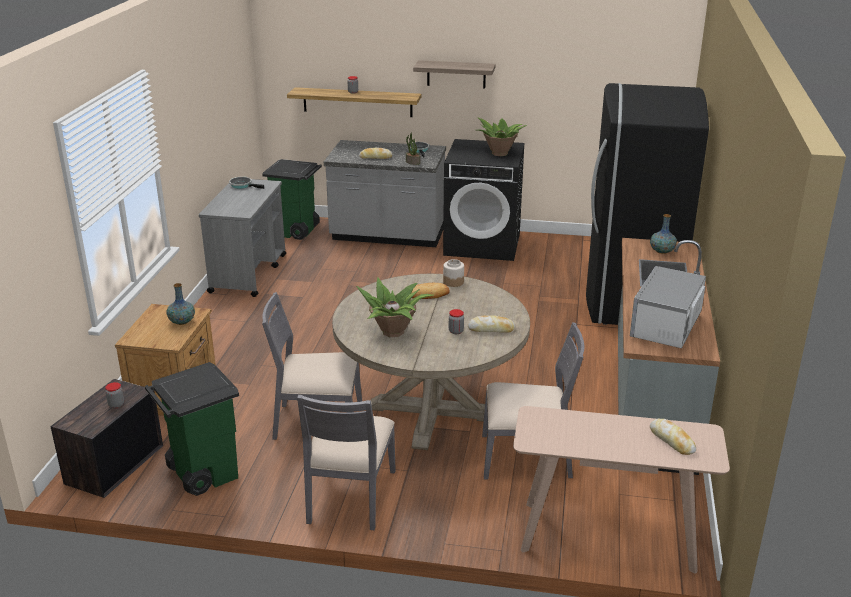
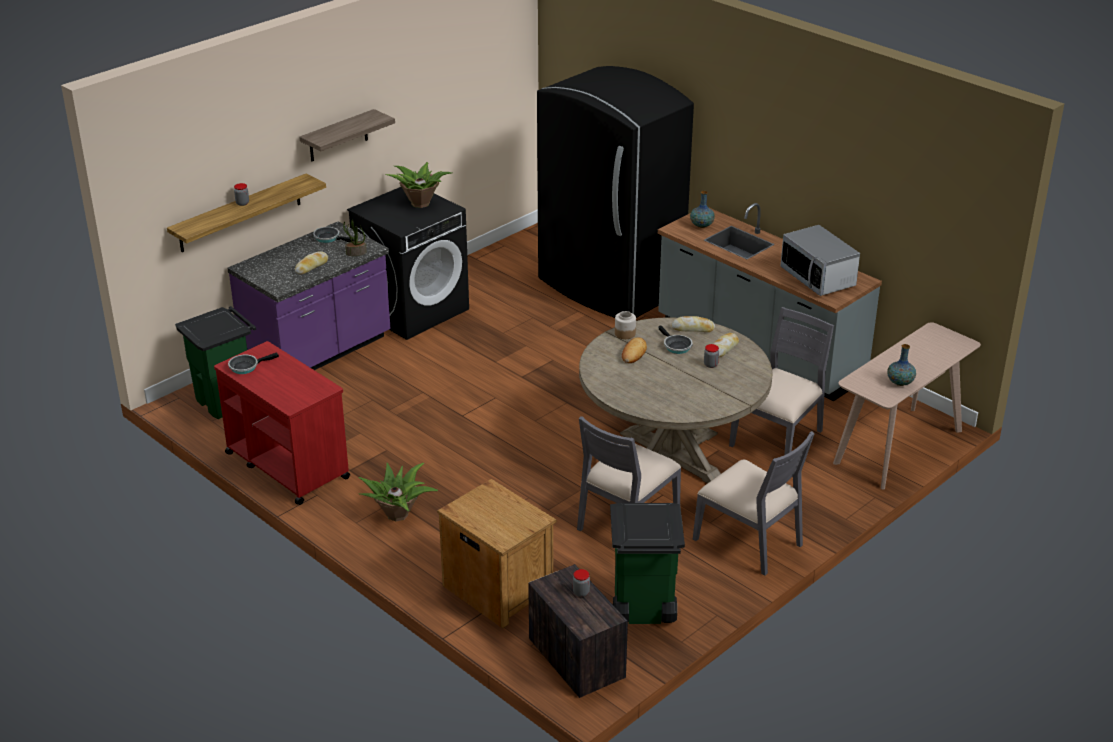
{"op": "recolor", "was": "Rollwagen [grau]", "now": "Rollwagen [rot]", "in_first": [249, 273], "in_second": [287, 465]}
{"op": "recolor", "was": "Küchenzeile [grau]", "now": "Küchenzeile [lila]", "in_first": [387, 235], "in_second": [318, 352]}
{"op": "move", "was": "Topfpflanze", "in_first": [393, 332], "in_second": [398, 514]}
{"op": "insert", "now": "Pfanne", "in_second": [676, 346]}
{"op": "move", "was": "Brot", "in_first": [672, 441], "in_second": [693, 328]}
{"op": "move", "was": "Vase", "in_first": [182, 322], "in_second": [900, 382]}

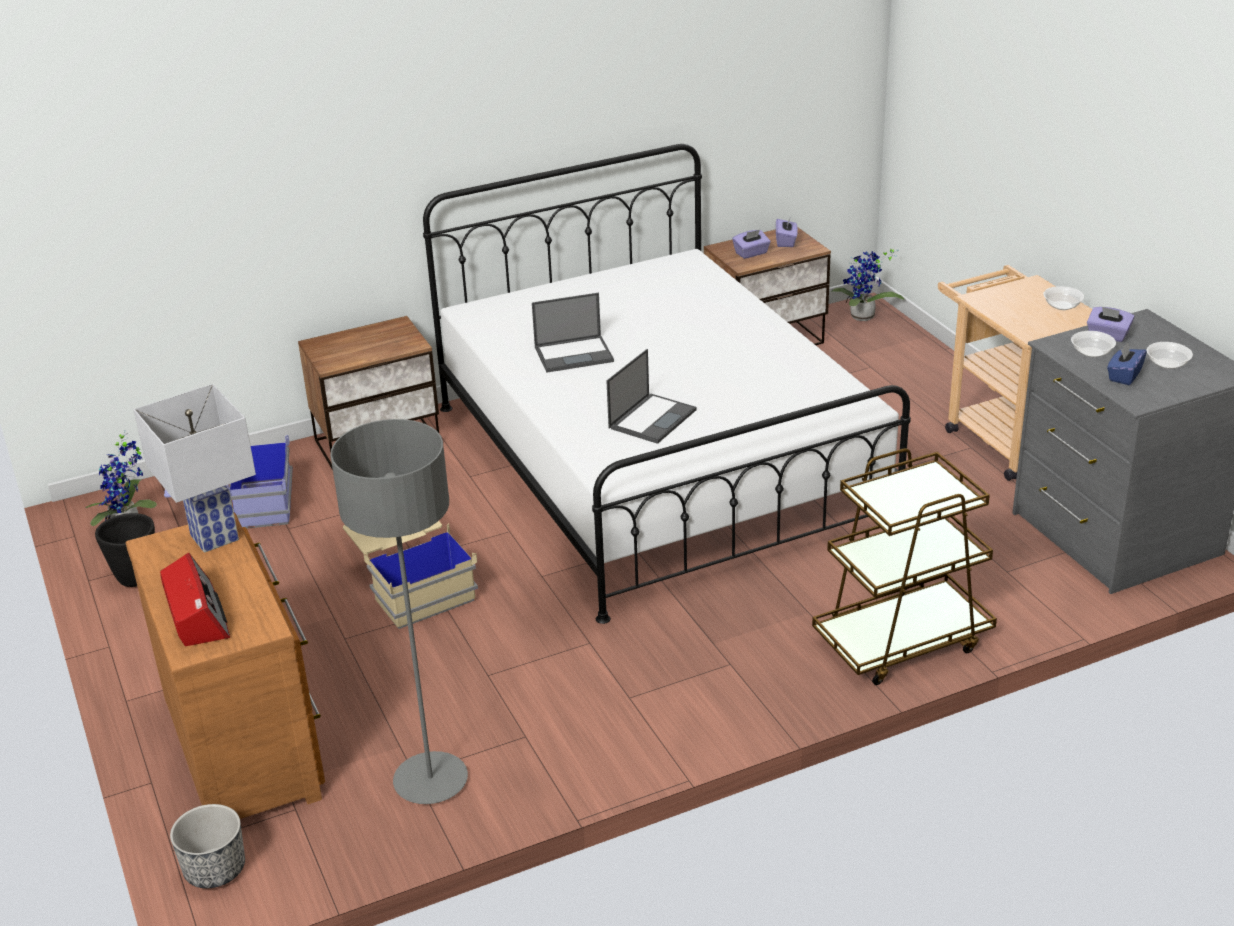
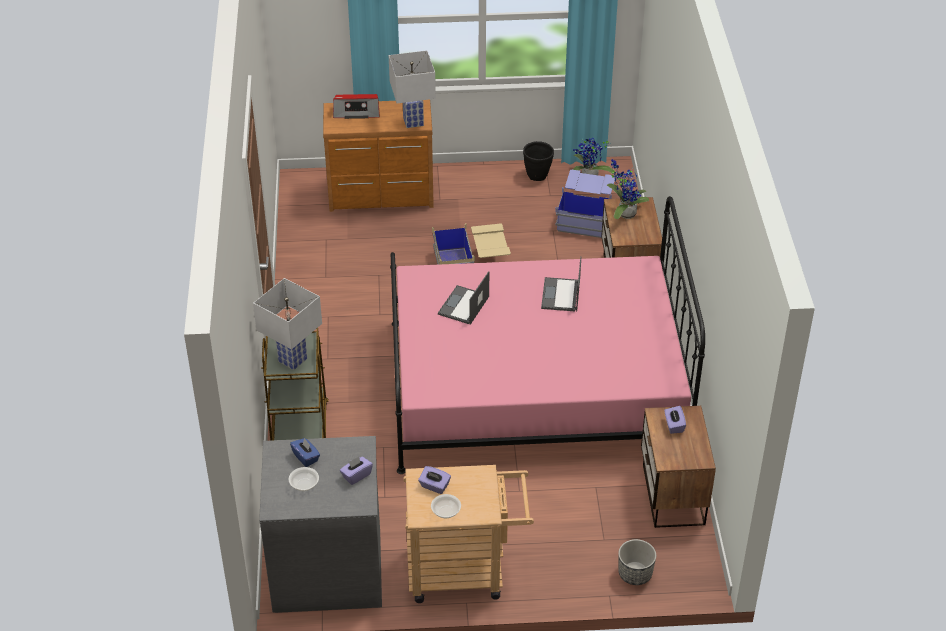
{"op": "insert", "now": "Tischlampe [weiß]", "in_second": [293, 359]}
{"op": "recolor", "was": "Bett [weiß]", "now": "Bett [rosa]", "in_first": [657, 464], "in_second": [535, 387]}
{"op": "move", "was": "Taschentuchbox [lila]", "in_first": [786, 241], "in_second": [434, 486]}
{"op": "rotate", "was": "Laptop", "in_first": [652, 418], "in_second": [463, 306], "clockwise": 60}
{"op": "move", "was": "Topfpflanze", "in_first": [862, 318], "in_second": [624, 213]}
{"op": "move", "was": "Pflanzkübel", "in_first": [215, 869], "in_second": [635, 574]}
{"op": "delete", "was": "Stehlampe [grau]", "in_first": [430, 781]}
{"op": "delete", "was": "Schüssel", "in_first": [1091, 353]}

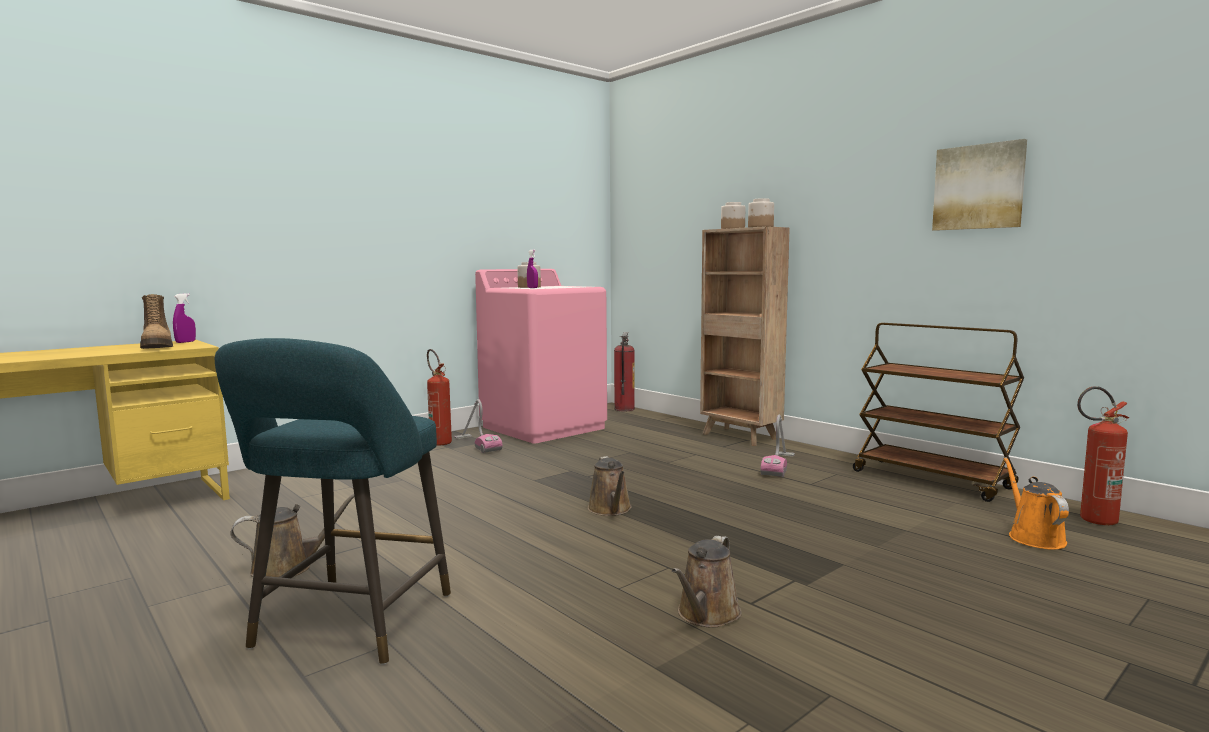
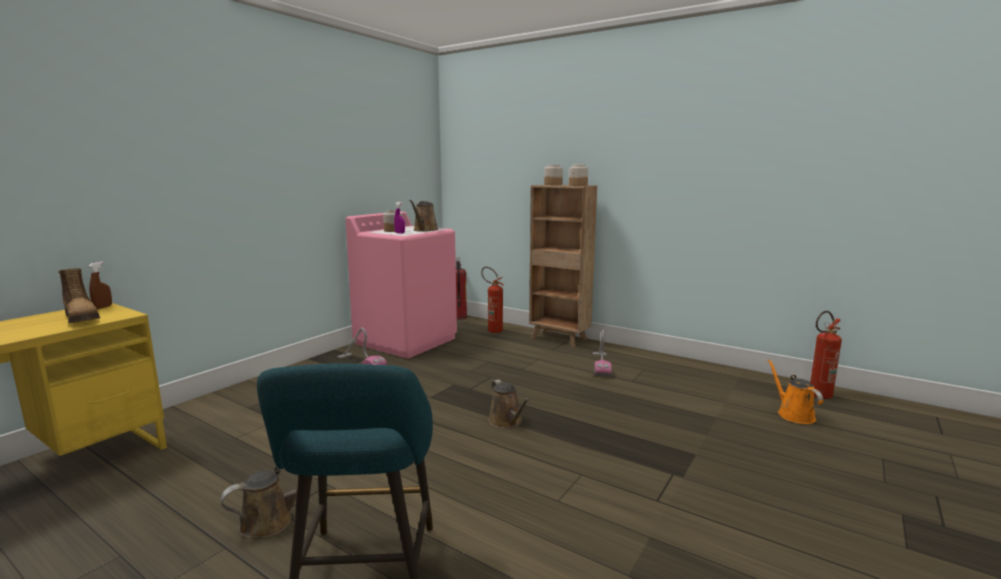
{"op": "recolor", "was": "Sprühflasche [lila]", "now": "Sprühflasche [braun]", "in_first": [185, 342], "in_second": [103, 307]}
{"op": "move", "was": "Gießkanne [braun]", "in_first": [706, 615], "in_second": [424, 230]}
{"op": "move", "was": "Feuerlöscher", "in_first": [438, 442], "in_second": [492, 330]}
{"op": "delete", "was": "Rollwagen [braun]", "in_first": [932, 480]}
{"op": "delete", "was": "Bild", "in_first": [979, 187]}

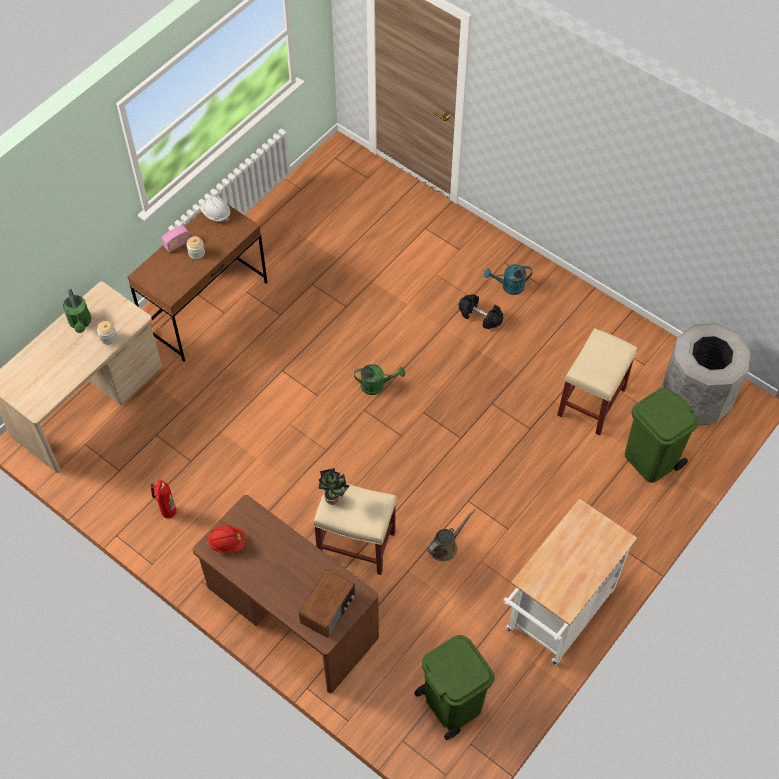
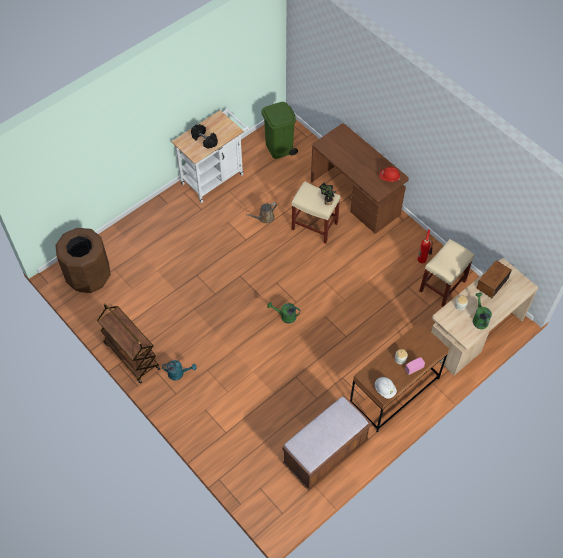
{"op": "recolor", "was": "Mülleimer [grau]", "now": "Mülleimer [braun]", "in_first": [694, 400], "in_second": [89, 277]}
{"op": "insert", "now": "Rollwagen [braun]", "in_second": [131, 356]}
{"op": "move", "was": "Hantel [schwarz]", "in_first": [480, 316], "in_second": [205, 140]}
{"op": "insert", "now": "Bank [braun]", "in_second": [325, 453]}
{"op": "move", "was": "Hocker [beige]", "in_first": [591, 403], "in_second": [442, 285]}
{"op": "move", "was": "Radio", "in_first": [329, 609], "in_second": [491, 283]}
{"op": "delete", "was": "Mülleimer [grün]", "in_first": [651, 460]}

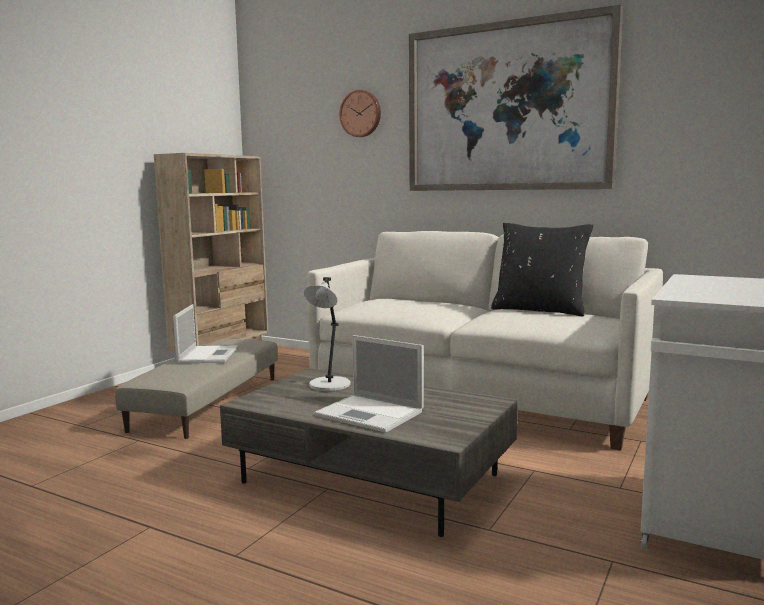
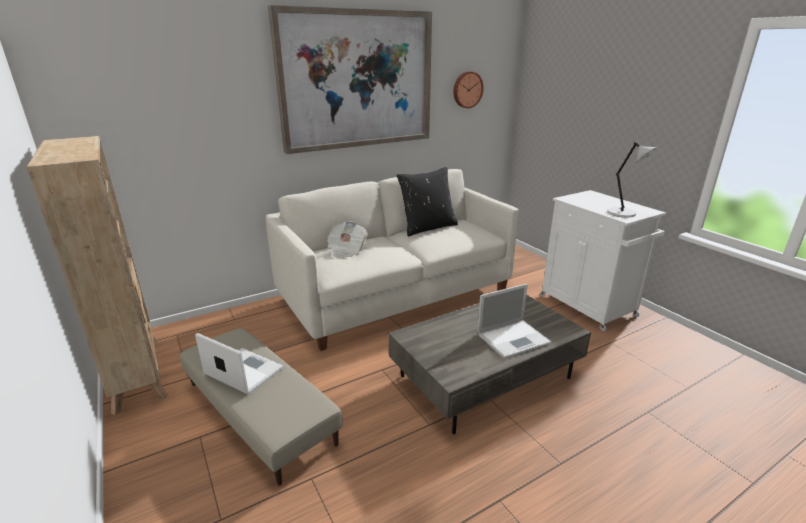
{"op": "insert", "now": "Zeitung", "in_second": [346, 251]}
{"op": "move", "was": "Wanduhr", "in_first": [361, 114], "in_second": [467, 89]}
{"op": "move", "was": "Tischlampe [grau]", "in_first": [329, 386], "in_second": [623, 213]}

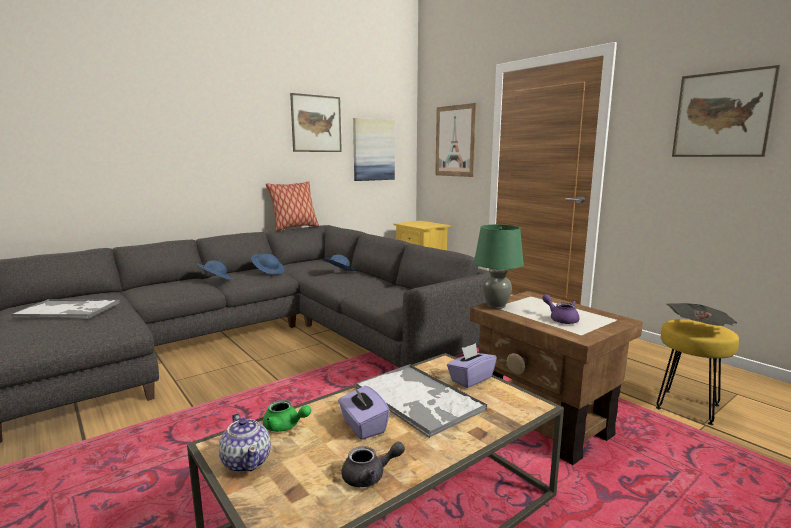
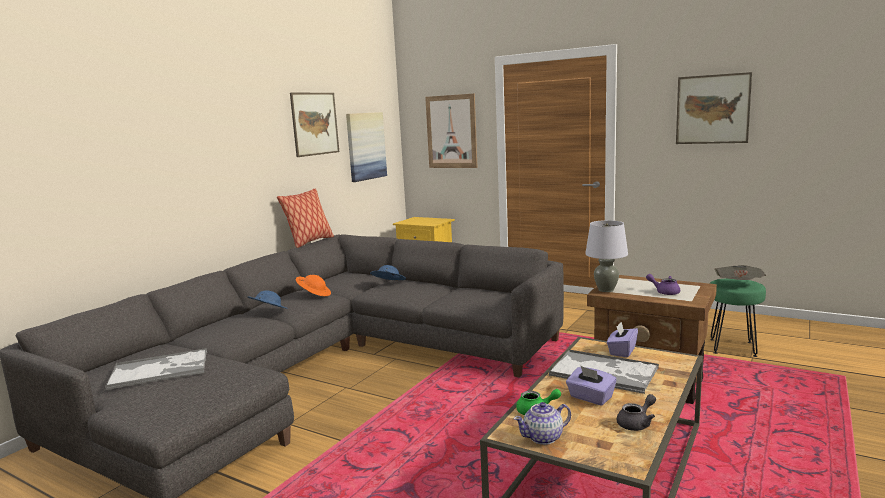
{"op": "recolor", "was": "Hut [blau]", "now": "Hut [orange]", "in_first": [268, 272], "in_second": [314, 295]}
{"op": "rotate", "was": "Teekanne", "in_first": [246, 461], "in_second": [543, 437], "clockwise": 120}
{"op": "recolor", "was": "Tischlampe [grün]", "now": "Tischlampe [grau]", "in_first": [496, 306], "in_second": [605, 290]}
{"op": "recolor", "was": "Hocker [gelb]", "now": "Hocker [grün]", "in_first": [688, 406], "in_second": [733, 347]}

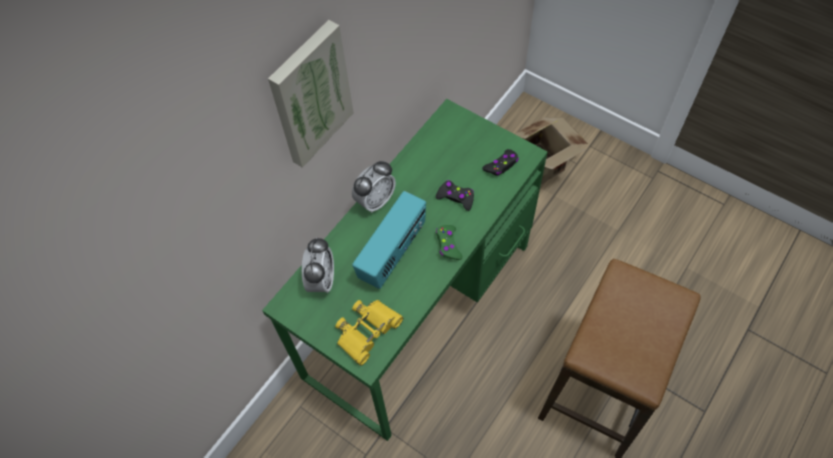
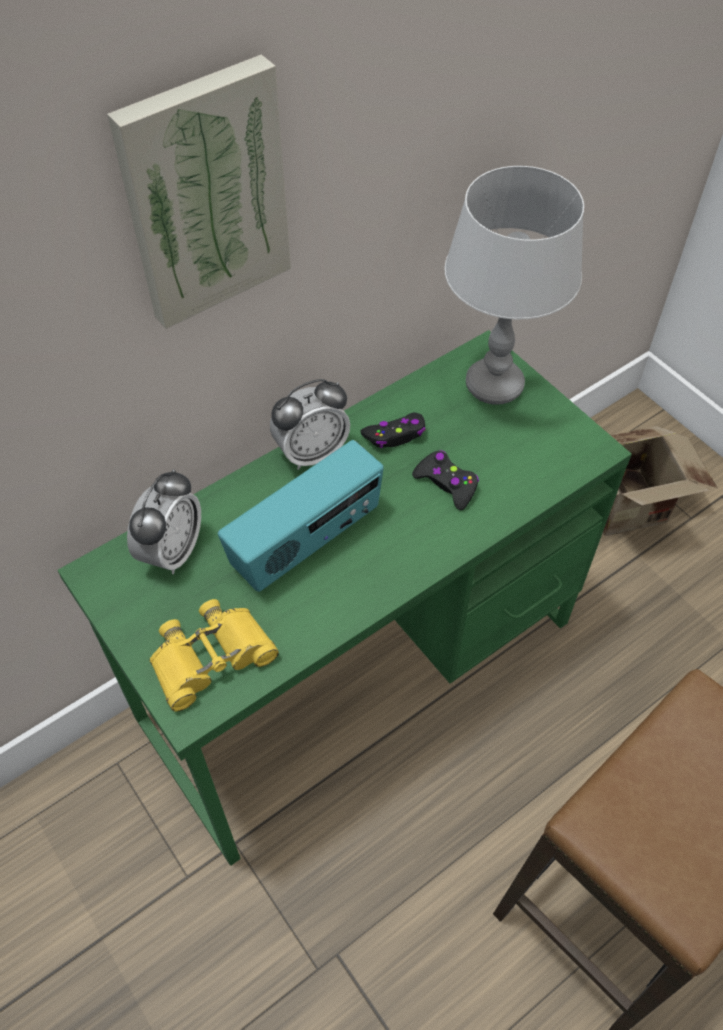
{"op": "move", "was": "Gamepad [schwarz]", "in_first": [501, 165], "in_second": [395, 435]}
{"op": "insert", "now": "Tischlampe [grau]", "in_second": [494, 386]}
{"op": "delete", "was": "Gamepad [grün]", "in_first": [448, 245]}

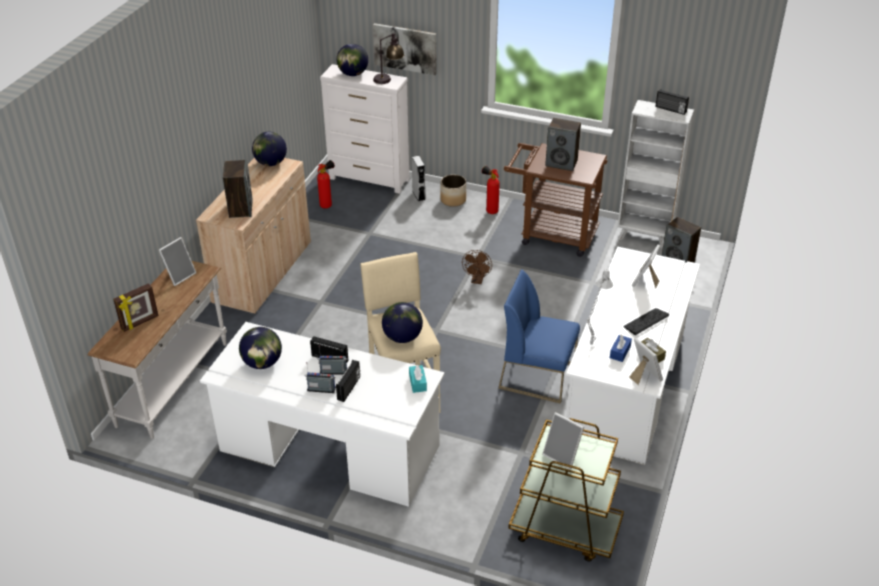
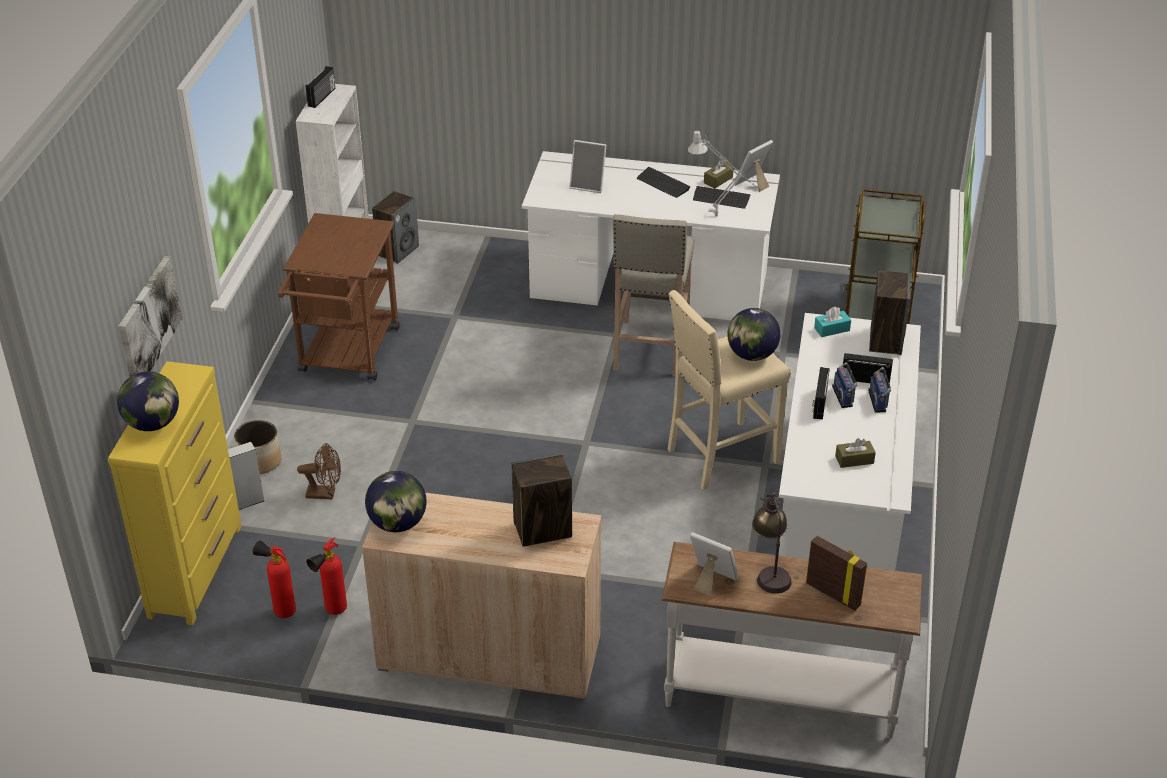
{"op": "recolor", "was": "Kommode [weiß]", "now": "Kommode [gelb]", "in_first": [369, 179], "in_second": [196, 569]}
{"op": "move", "was": "Ventilator [braun]", "in_first": [477, 280], "in_second": [325, 494]}
{"op": "move", "was": "Feuerlöscher", "in_first": [490, 211], "in_second": [332, 612]}
{"op": "replace", "was": "Stuhl [blau]", "now": "Hocker [beige]", "in_first": [538, 376], "in_second": [650, 349]}
{"op": "replace", "was": "Taschentuchbox [blau]", "now": "Tastatur", "in_first": [620, 352], "in_second": [721, 198]}
{"op": "move", "was": "Tischlampe", "in_first": [389, 79], "in_second": [769, 571]}
{"op": "replace", "was": "Globus", "now": "Taschentuchbox [braun]", "in_first": [262, 363], "in_second": [854, 459]}
{"op": "move", "was": "Lautsprecher", "in_first": [561, 163], "in_second": [885, 340]}
{"op": "delete", "was": "Bilderrahmen", "in_first": [562, 455]}

